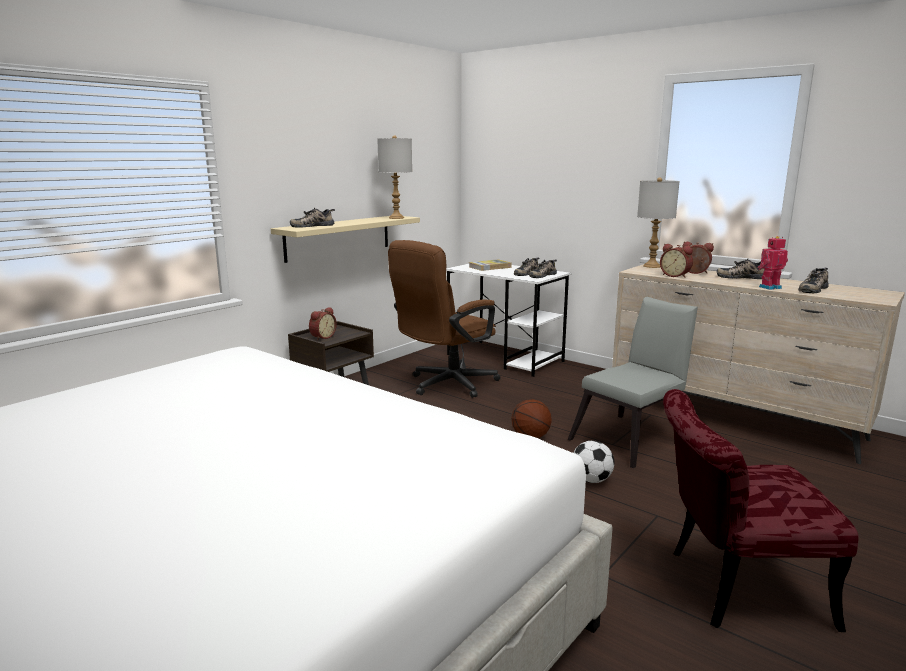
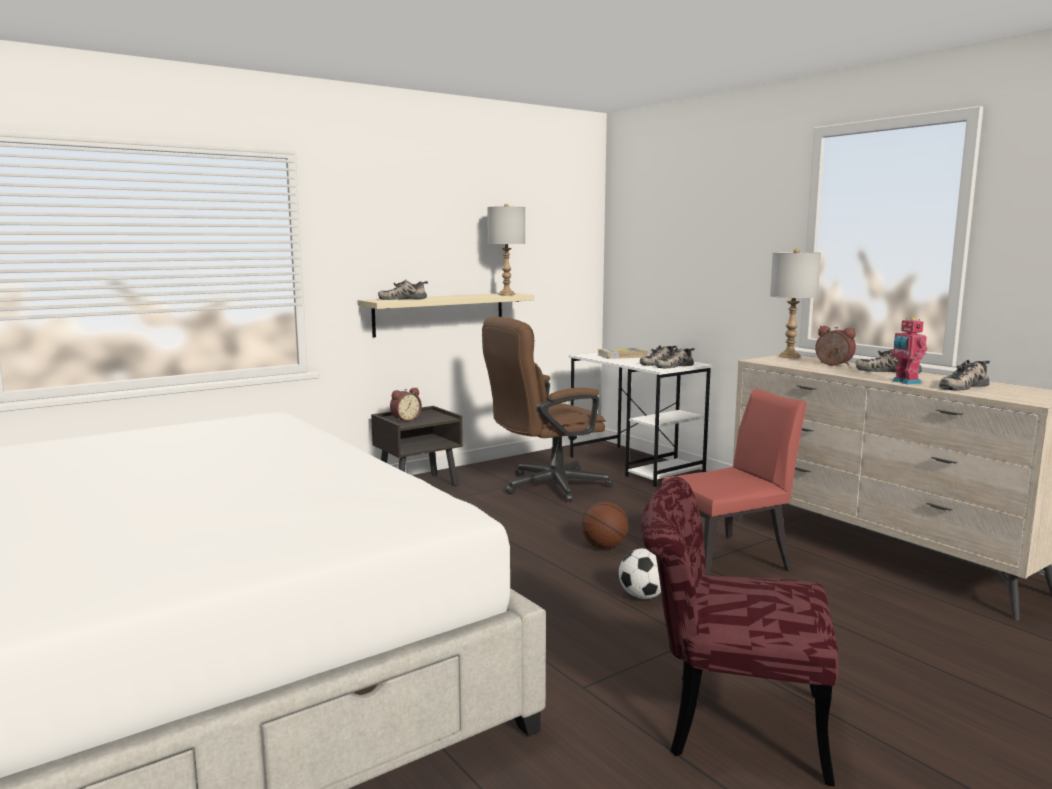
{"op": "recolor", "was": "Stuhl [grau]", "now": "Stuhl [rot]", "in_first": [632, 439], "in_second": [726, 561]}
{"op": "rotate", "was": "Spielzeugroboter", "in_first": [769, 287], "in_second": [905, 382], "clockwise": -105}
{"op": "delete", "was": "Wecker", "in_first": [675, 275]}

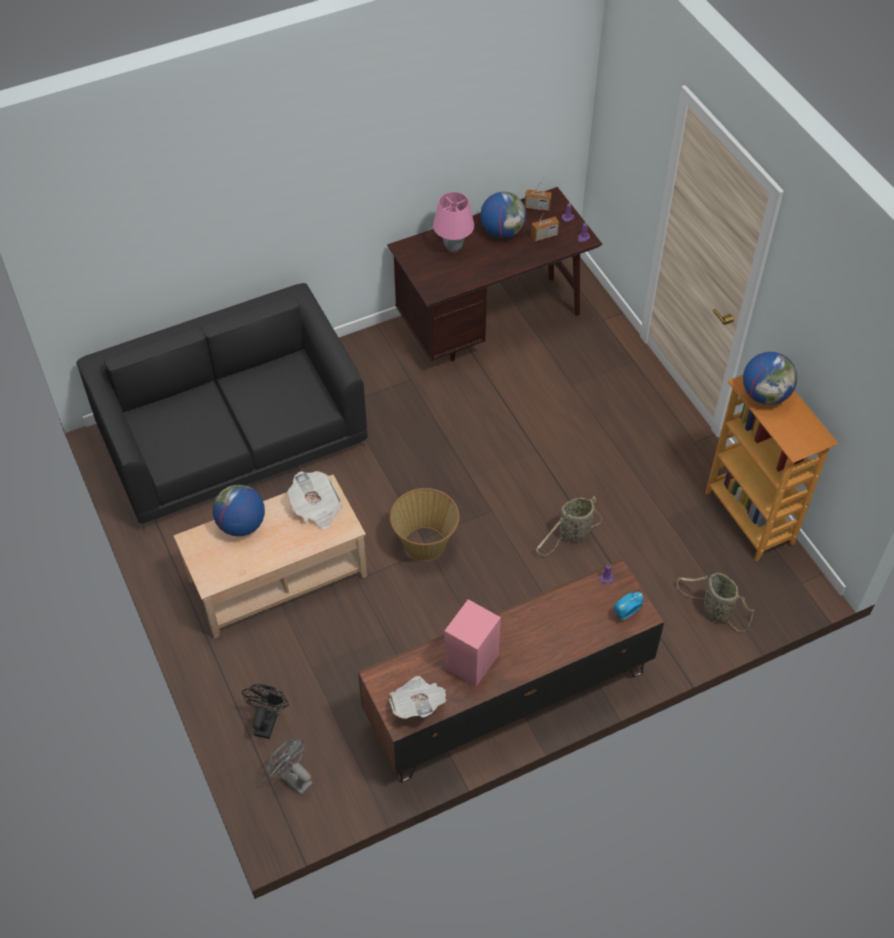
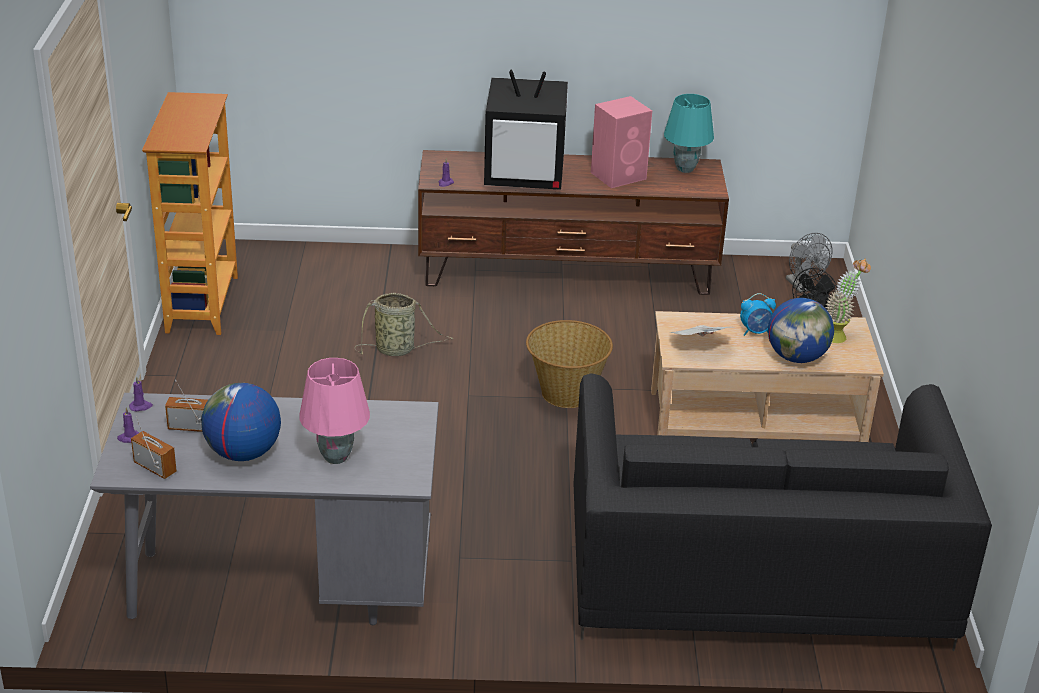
{"op": "recolor", "was": "Schreibtisch [braun]", "now": "Schreibtisch [grau]", "in_first": [491, 322], "in_second": [280, 588]}
{"op": "insert", "now": "Fernseher", "in_second": [526, 175]}
{"op": "replace", "was": "Zeitung", "now": "Tischlampe [türkis]", "in_first": [417, 704], "in_second": [685, 169]}
{"op": "move", "was": "Wecker", "in_first": [625, 613], "in_second": [755, 332]}
{"op": "insert", "now": "Topfpflanze", "in_second": [839, 335]}
{"op": "delete", "was": "Korb", "in_first": [714, 610]}
{"op": "delete", "was": "Globus", "in_first": [765, 395]}

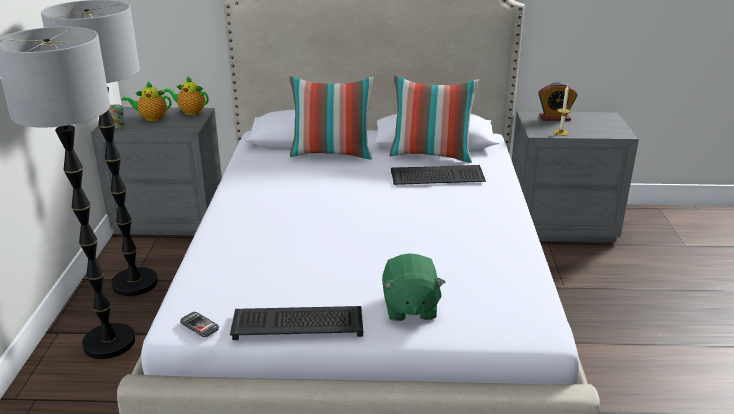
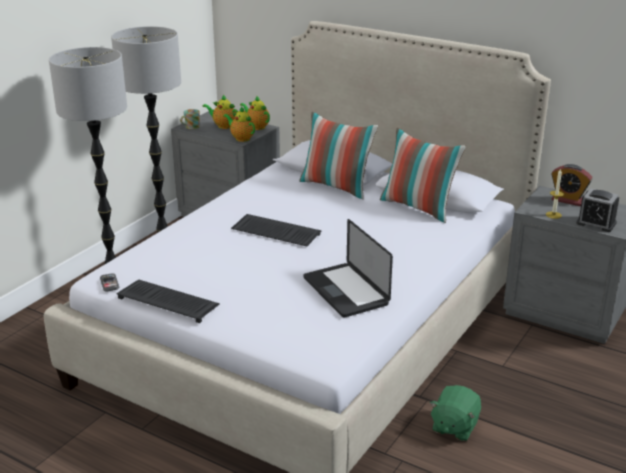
{"op": "insert", "now": "Teekanne", "in_second": [241, 138]}
{"op": "move", "was": "Tastatur", "in_first": [436, 178], "in_second": [274, 232]}
{"op": "insert", "now": "Laptop", "in_second": [345, 291]}
{"op": "move", "was": "Plüschtier [grün]", "in_first": [409, 307], "in_second": [454, 426]}
{"op": "insert", "now": "Wecker", "in_second": [596, 223]}

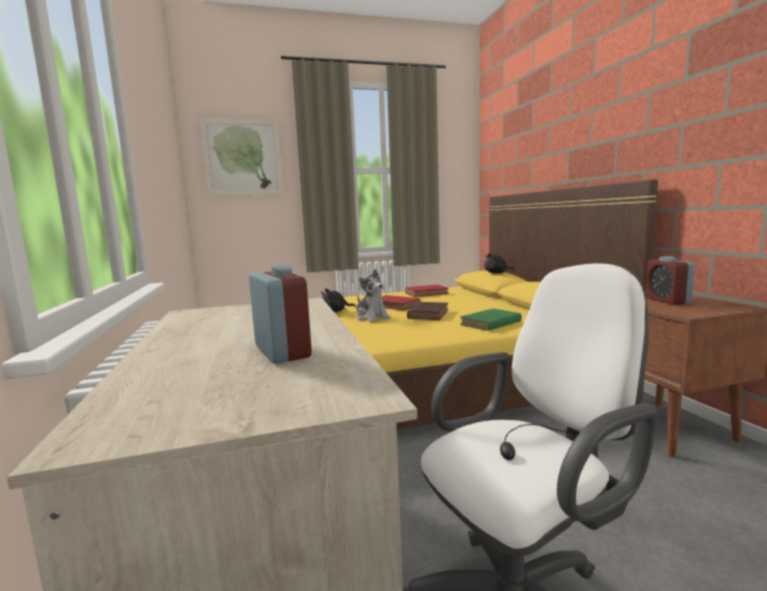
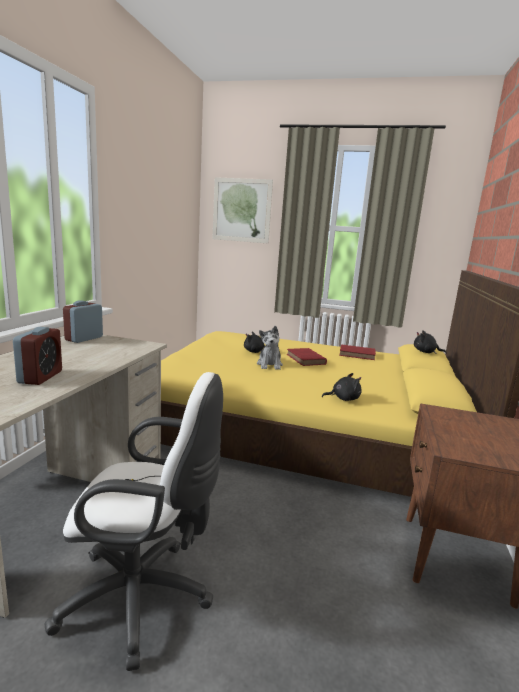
{"op": "move", "was": "Wecker", "in_first": [667, 301], "in_second": [84, 339]}
{"op": "replace", "was": "Buch [grün]", "now": "Plüschtier [schwarz]", "in_first": [489, 323], "in_second": [343, 399]}
{"op": "delete", "was": "Buch [braun]", "in_first": [428, 314]}

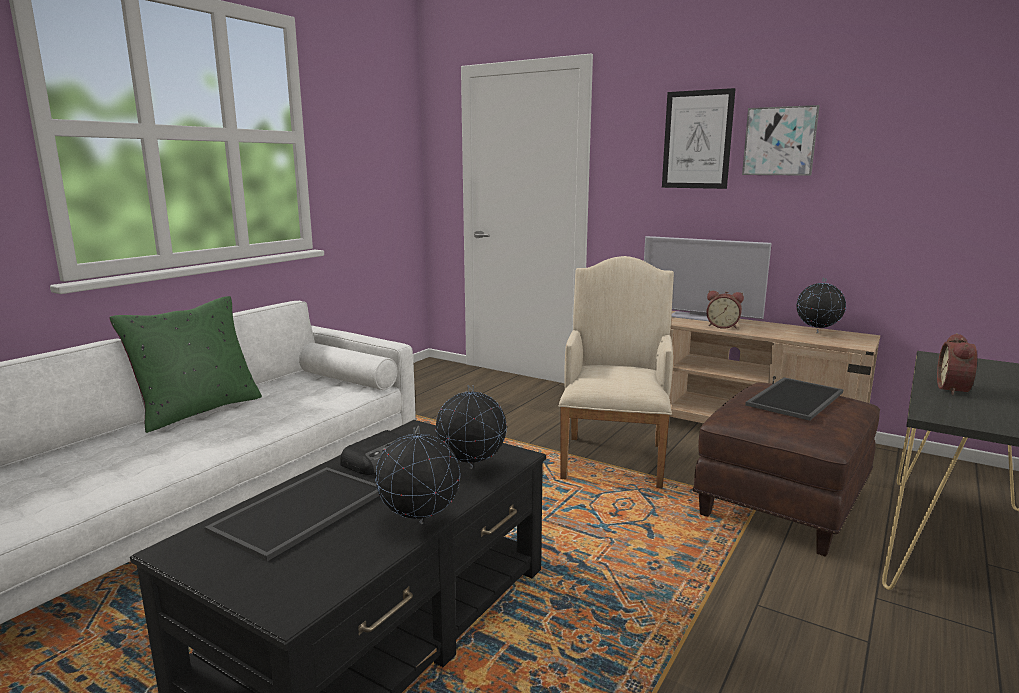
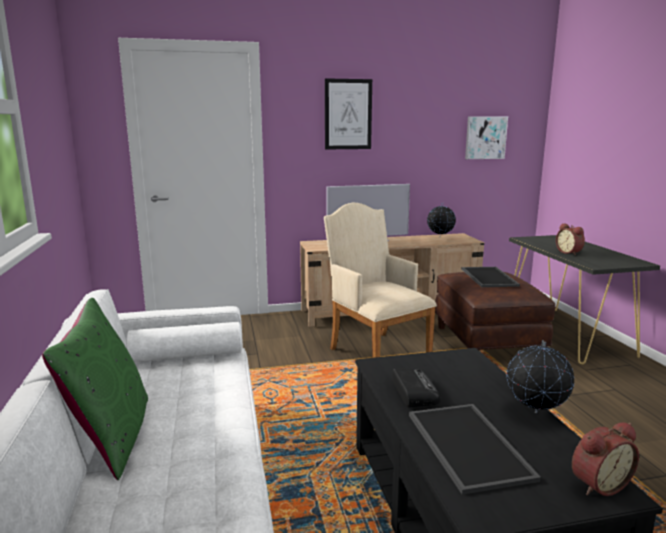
{"op": "move", "was": "Bild", "in_first": [780, 141], "in_second": [485, 137]}
{"op": "move", "was": "Wecker", "in_first": [722, 326], "in_second": [597, 484]}
{"op": "delete", "was": "Globus", "in_first": [472, 468]}

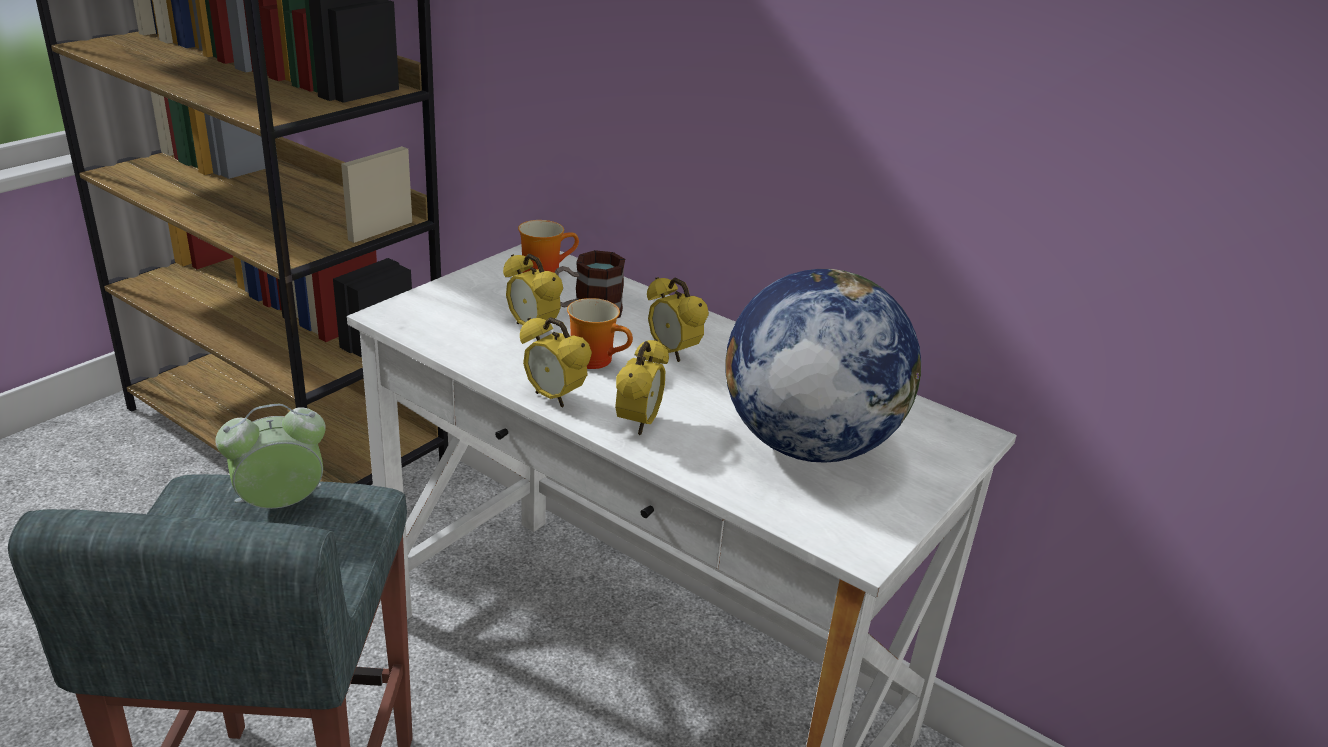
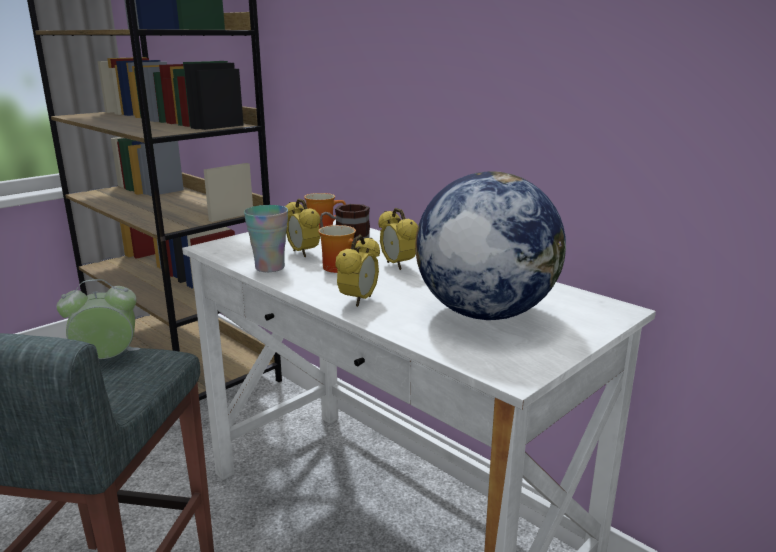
{"op": "insert", "now": "Tasse", "in_second": [270, 267]}
{"op": "delete", "was": "Wecker", "in_first": [554, 397]}

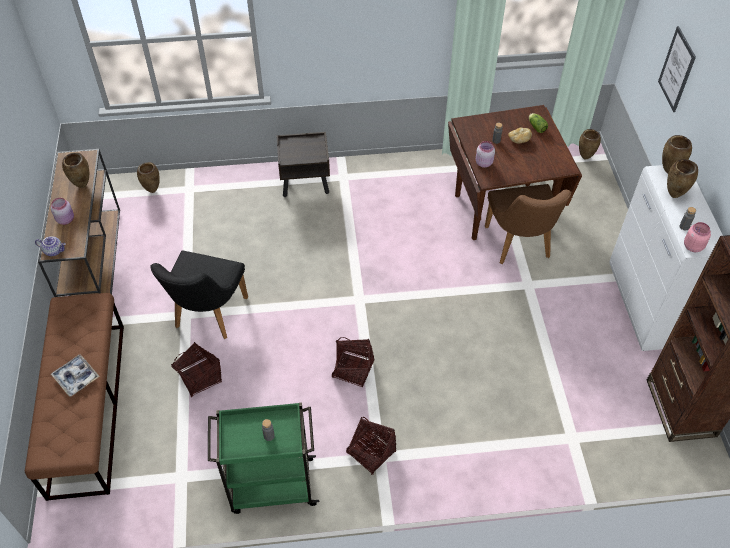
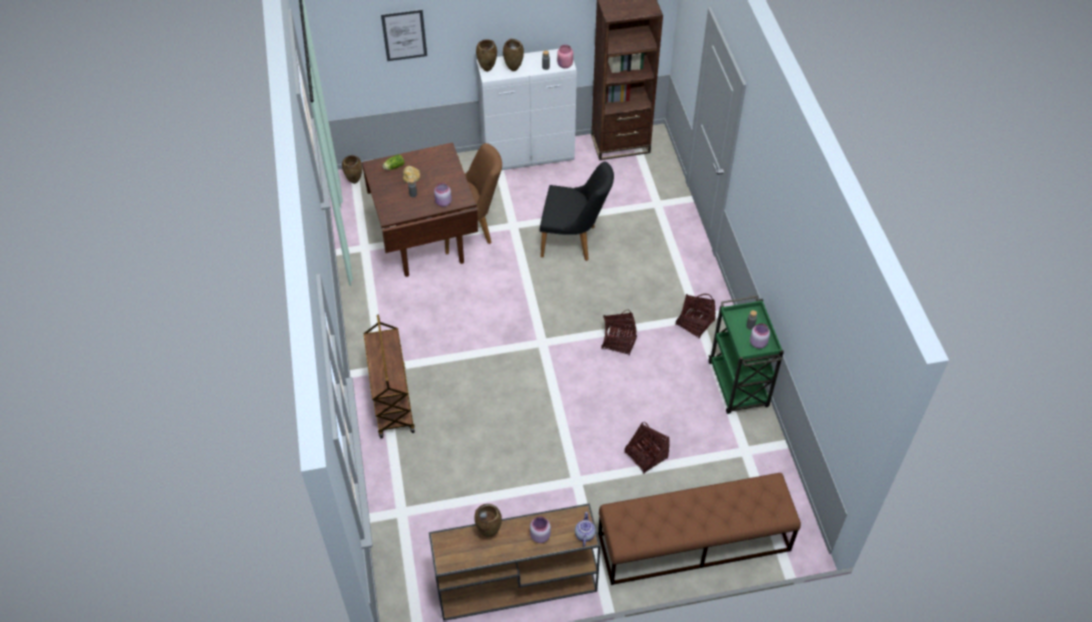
{"op": "replace", "was": "Nachttisch [braun]", "now": "Rollwagen [braun]", "in_first": [305, 183], "in_second": [391, 401]}
{"op": "move", "was": "Stuhl [schwarz]", "in_first": [207, 317], "in_second": [574, 241]}
{"op": "insert", "now": "Vorratsglas [rosa]", "in_second": [757, 343]}
{"op": "delete", "was": "Tablett", "in_first": [76, 377]}
{"op": "delete", "was": "Vase [braun]", "in_first": [152, 190]}

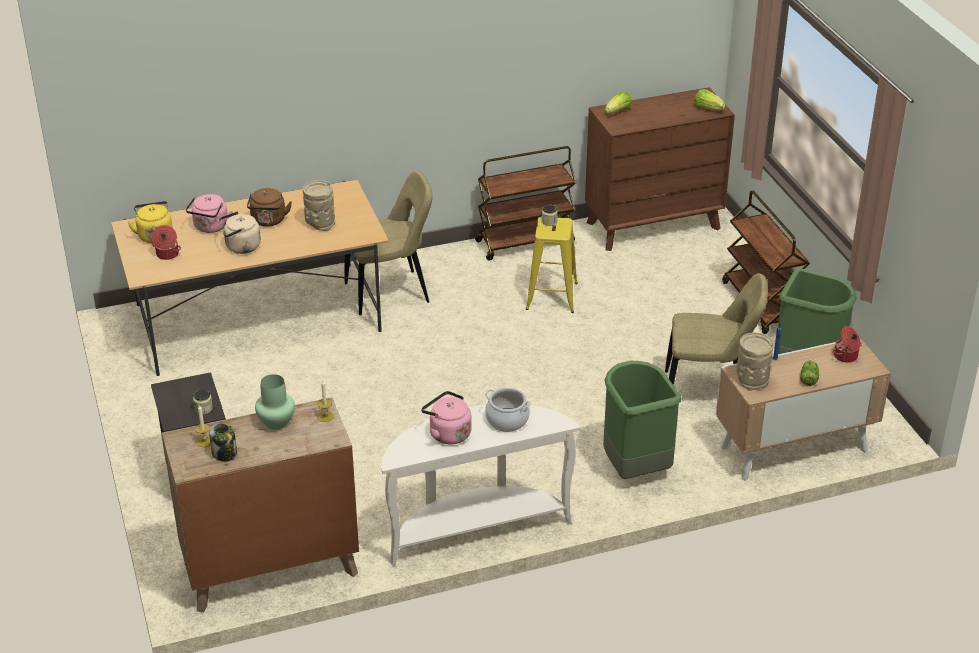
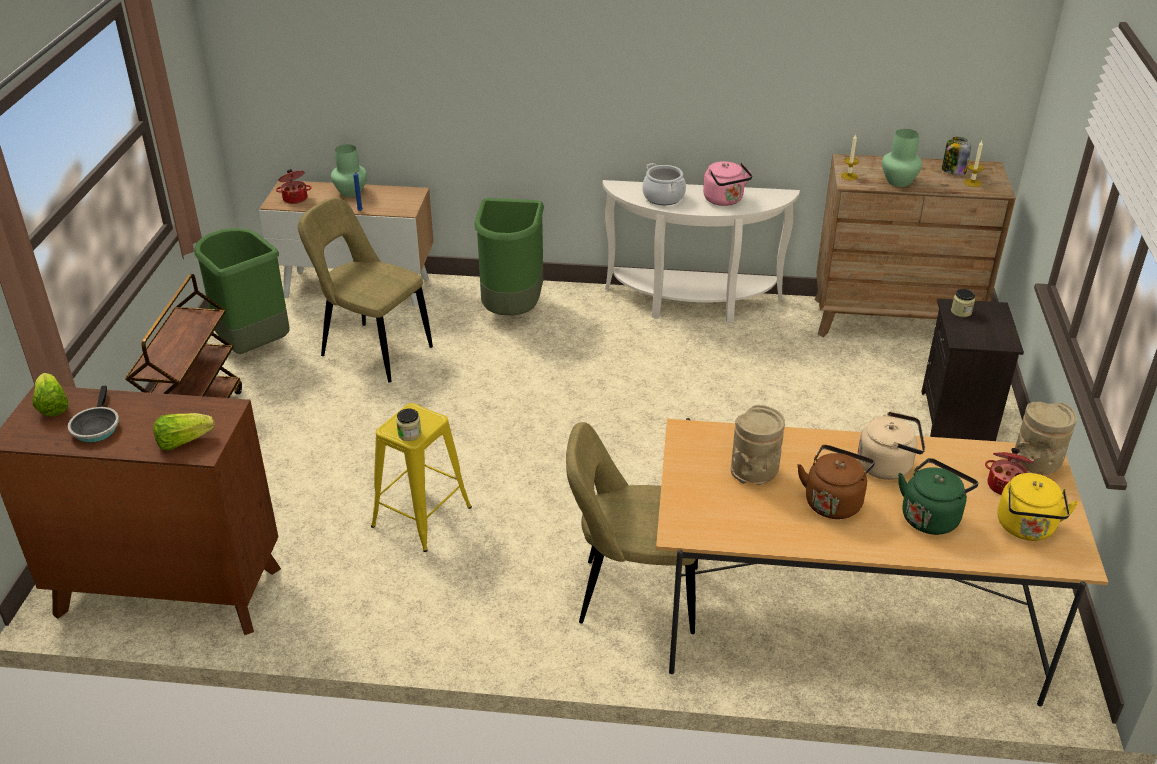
{"op": "insert", "now": "Pfanne", "in_second": [96, 427]}
{"op": "replace", "was": "Salatkopf", "now": "Vase [grün]", "in_first": [808, 378], "in_second": [351, 192]}
{"op": "recolor", "was": "Wasserkessel [rosa]", "now": "Wasserkessel [grün]", "in_first": [210, 227], "in_second": [931, 516]}
{"op": "move", "was": "Vase [beige]", "in_first": [752, 380], "in_second": [1035, 465]}
{"op": "delete", "was": "Rollwagen [braun]", "in_first": [525, 242]}

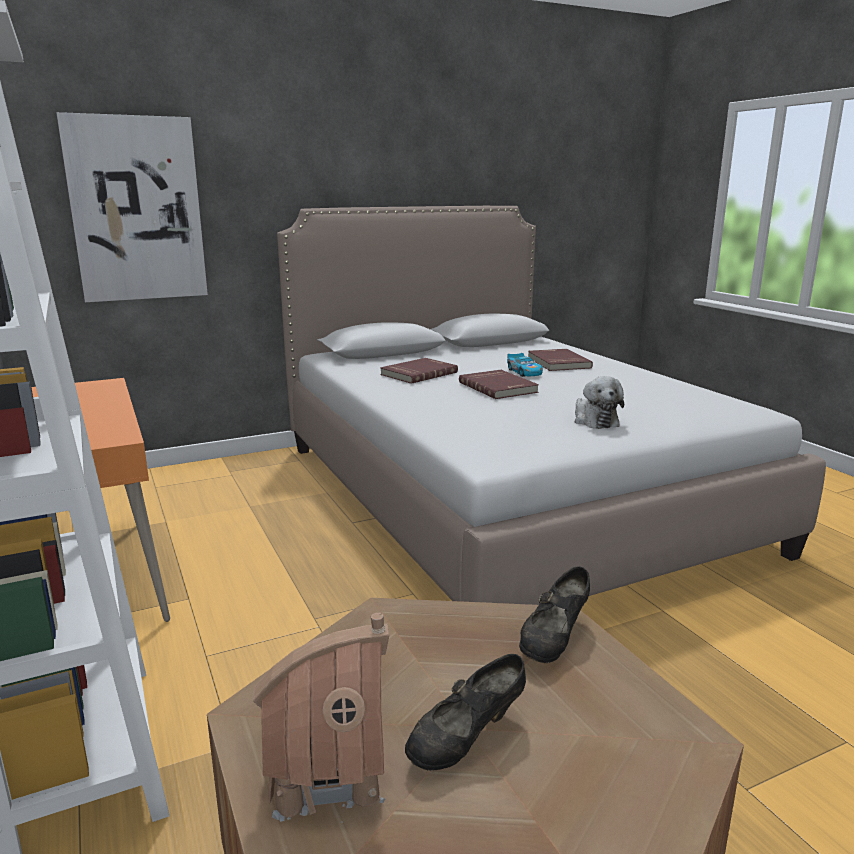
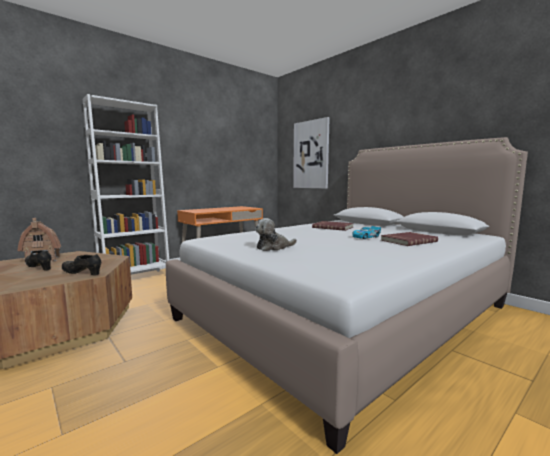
{"op": "delete", "was": "Buch [rot]", "in_first": [499, 387]}

